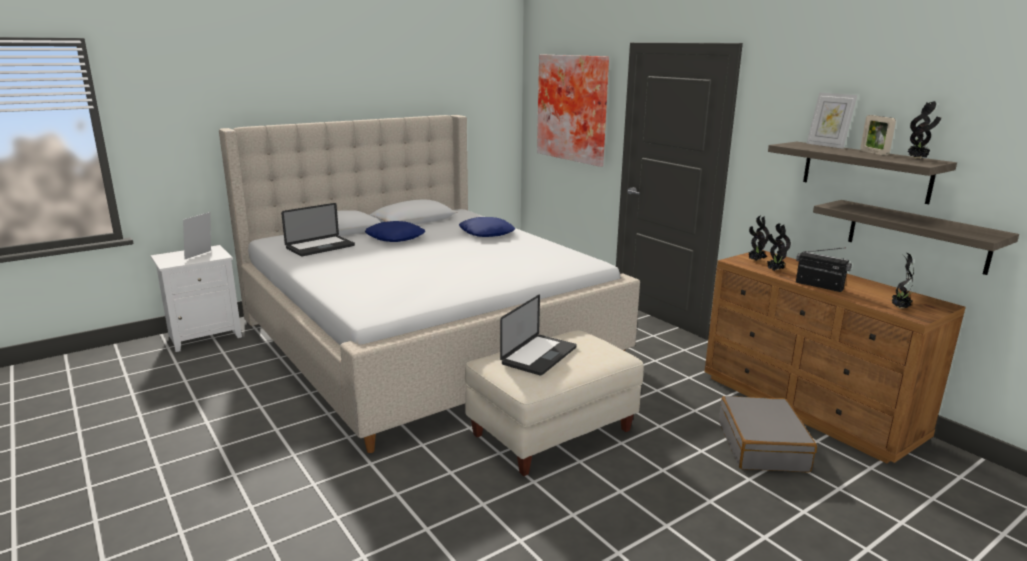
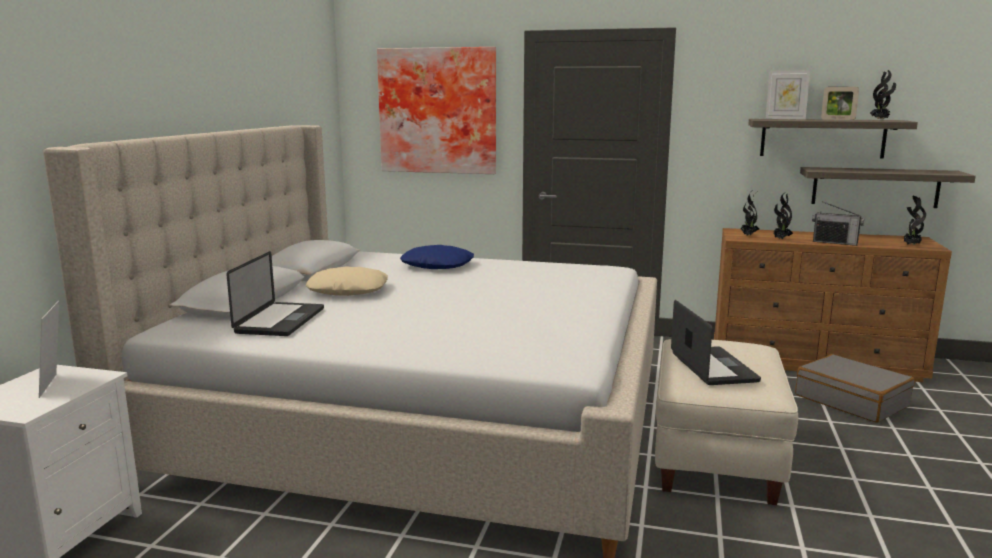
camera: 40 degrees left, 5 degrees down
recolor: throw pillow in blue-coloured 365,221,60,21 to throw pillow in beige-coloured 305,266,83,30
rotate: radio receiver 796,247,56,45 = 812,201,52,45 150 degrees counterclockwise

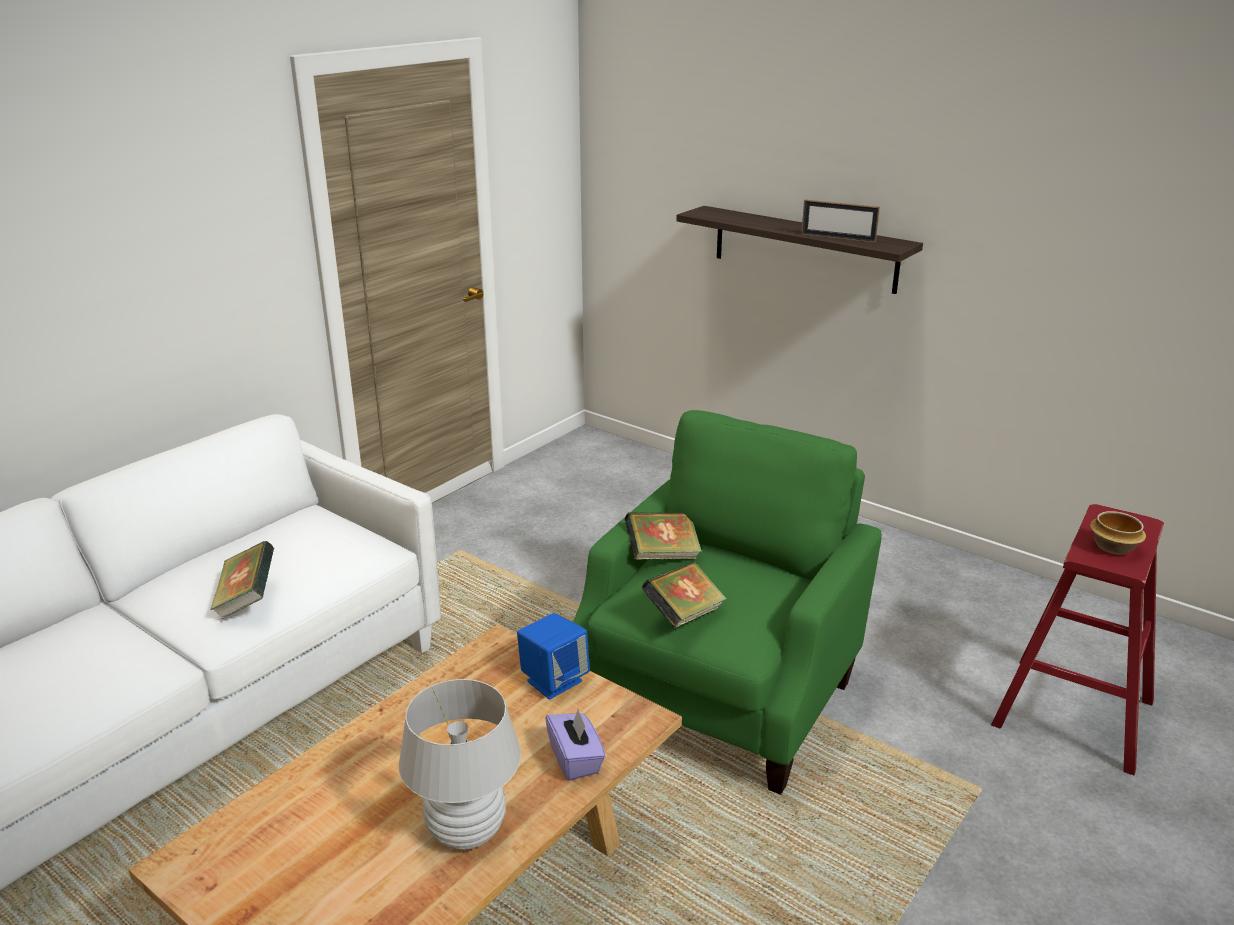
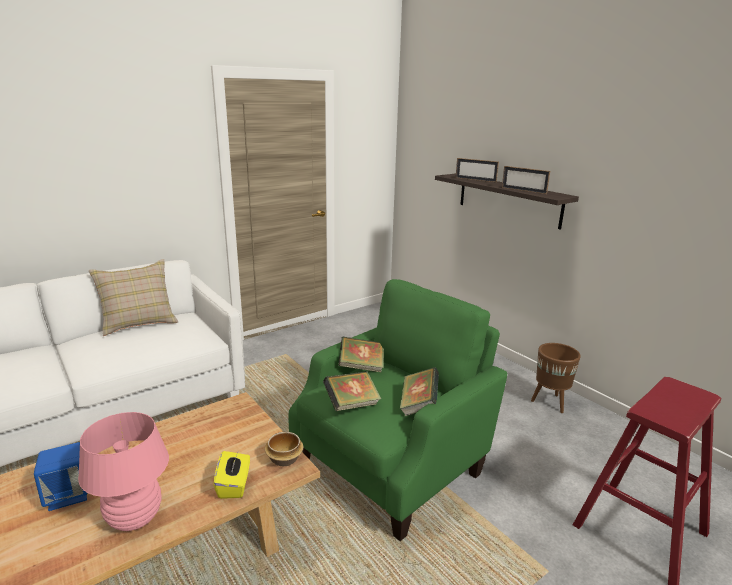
camera: 15 degrees right, 5 degrees down
insert: picture frame 456,158,43,24; throw pillow in beige-coloured 89,259,89,77; plant pot in brown 531,343,50,70
move: serving bowl 1090,511,56,44 to 265,432,38,34; volume 210,541,64,78 to 400,367,39,49; speaker in blue-coloured 517,613,73,86 to 34,442,54,69
recolor: lamp for a table in white 399,679,122,171 to lamp for a table in pink 78,412,91,119; box of tissues in purple 545,708,61,73 to box of tissues in yellow-coloured 214,451,36,48

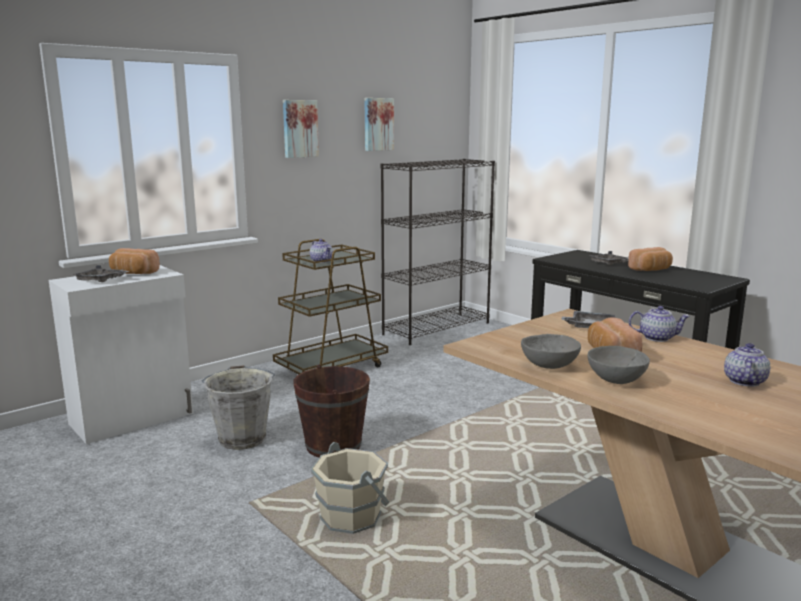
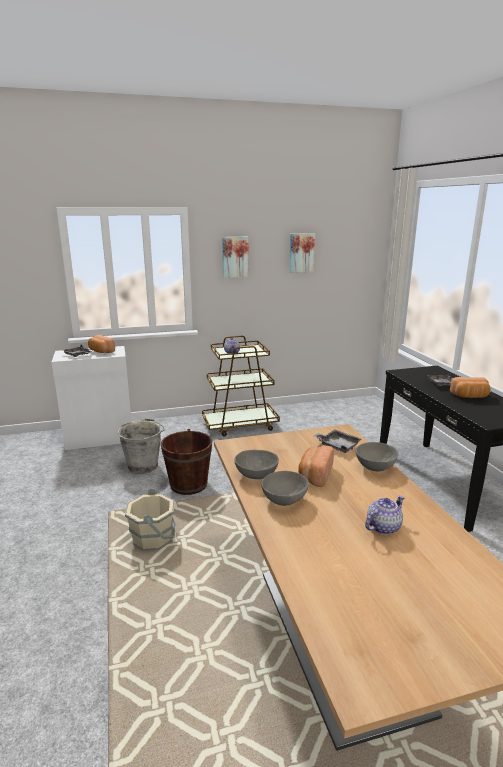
camera: 25 degrees right, 5 degrees up
delete: bookcase in black 381,159,114,186
replace: teapot 629,306,61,36 to serving bowl in greyish 356,442,42,30

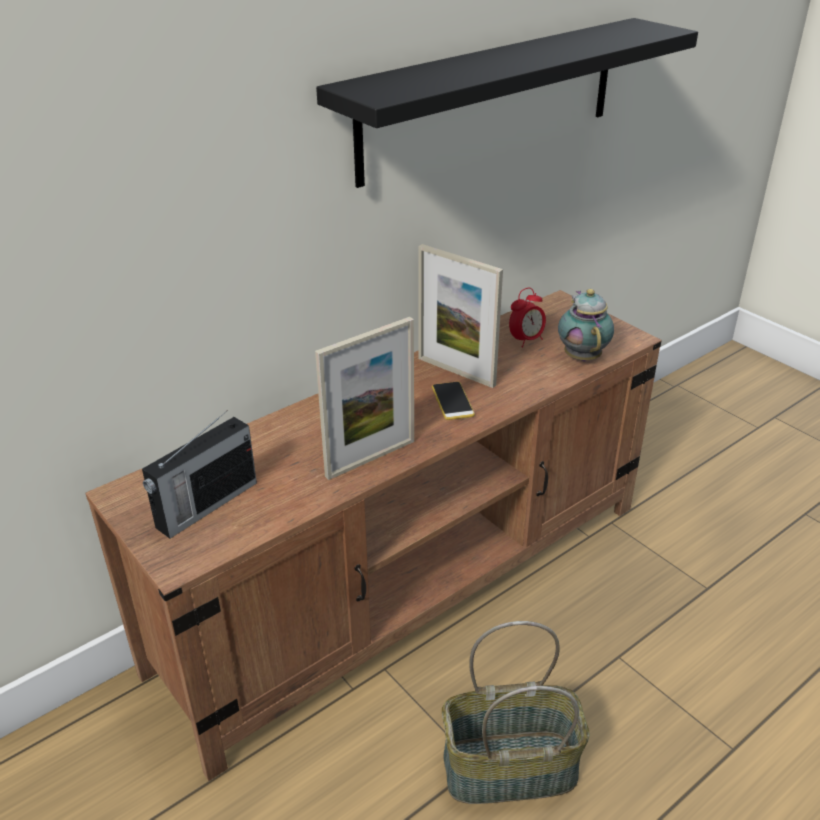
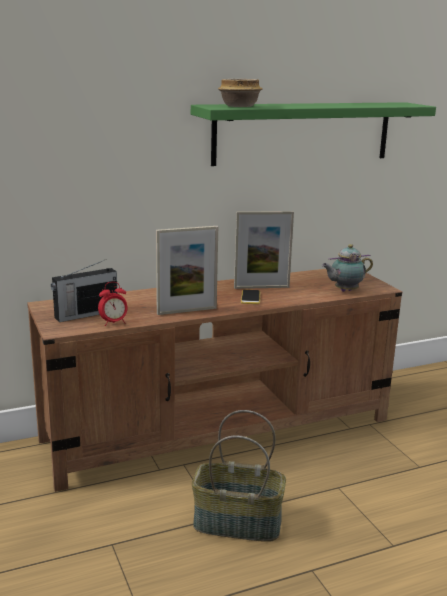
camera: 15 degrees right, 15 degrees down
insert: serving bowl 218,79,45,28
move: bedside clock 509,288,37,60 to 98,282,30,44
recolor: shelf in black 316,18,382,170 to shelf in green-coloured 191,102,245,64
rotate: picture frame 419,244,84,144 = 234,211,60,78 60 degrees counterclockwise; teapot 558,289,56,73 = 322,244,51,48 120 degrees counterclockwise

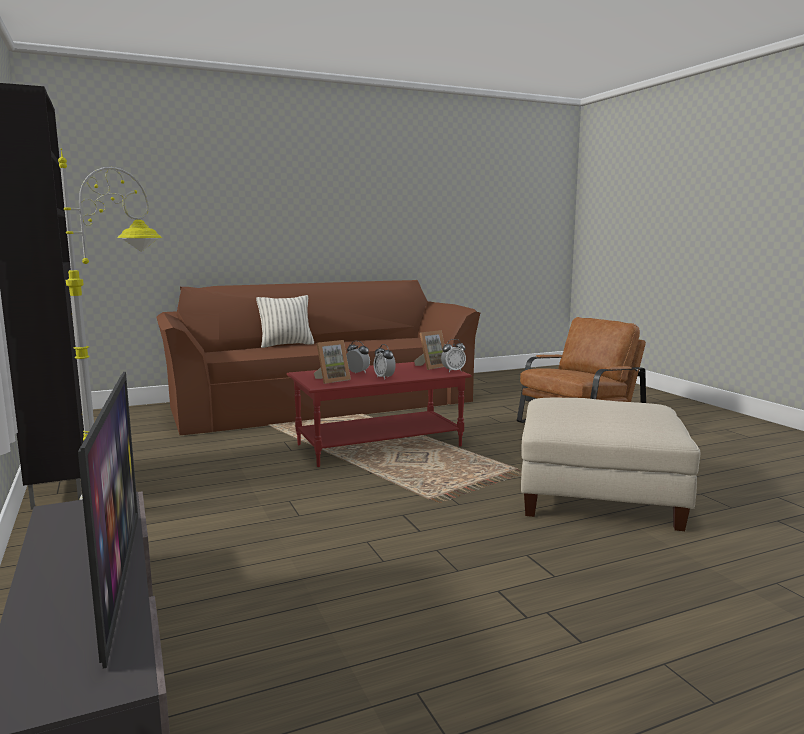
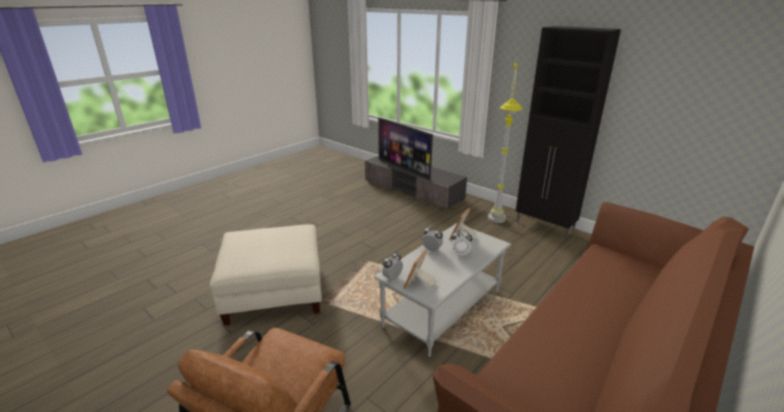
camera: 155 degrees right, 15 degrees up
delete: throw pillow 256,295,58,53
recolor: low table in reddish 287,362,184,105 to low table in greyish 374,223,137,134

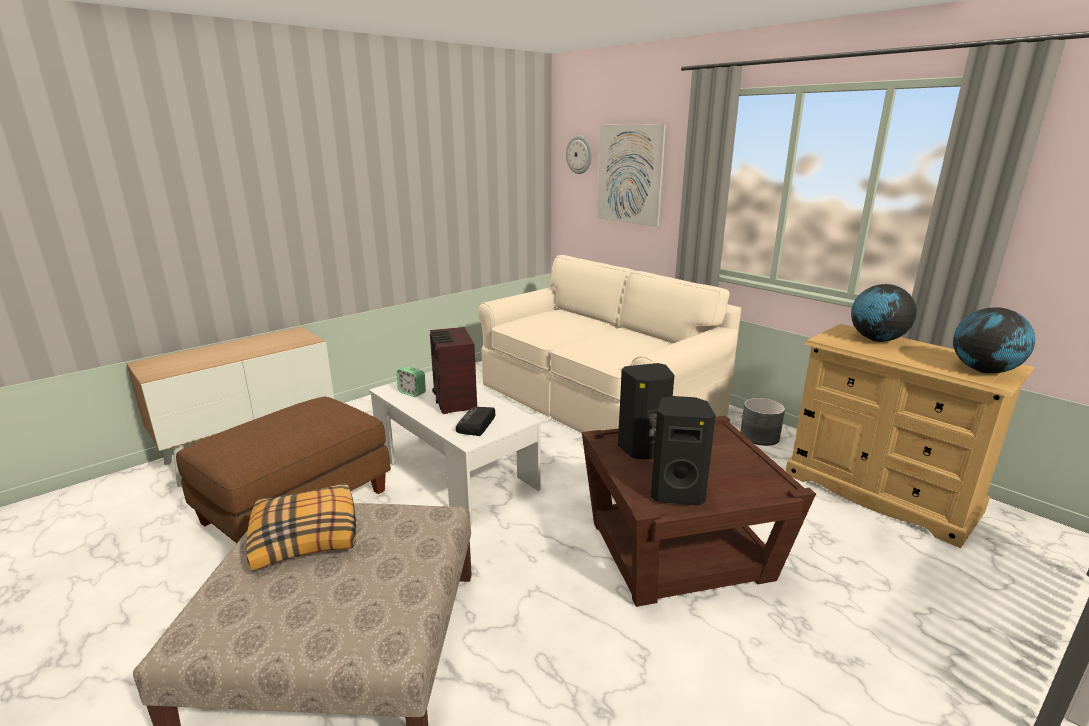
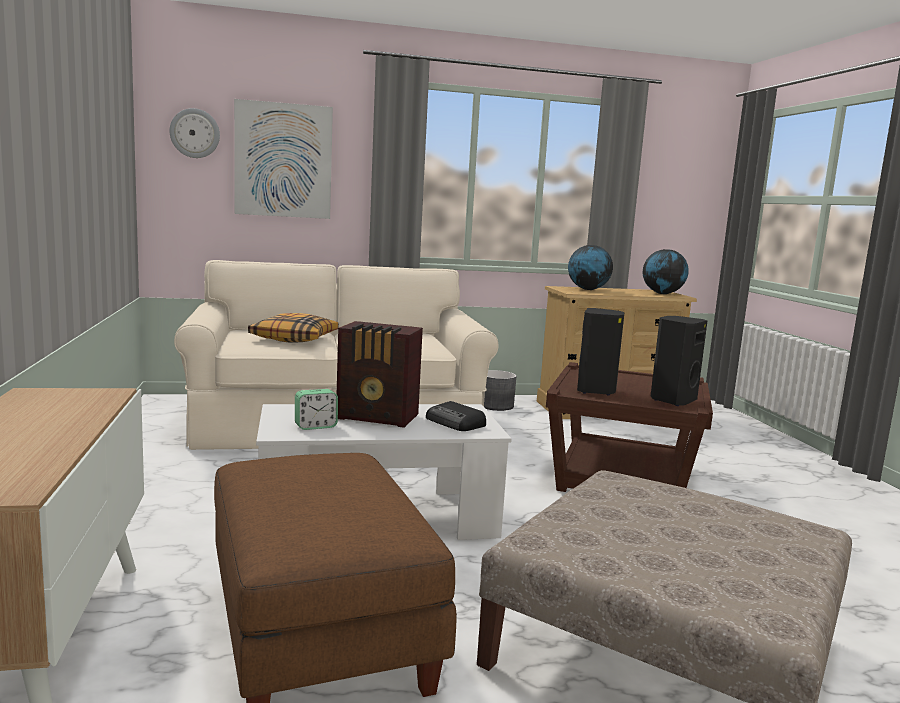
camera: 60 degrees left, 10 degrees down
move: throw pillow 246,483,110,88 to 248,313,91,30

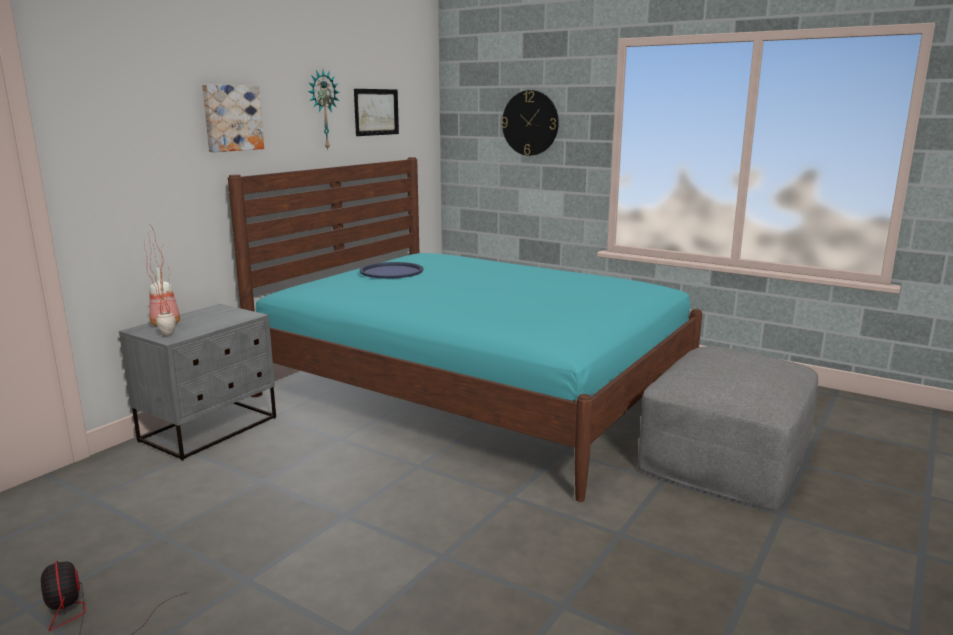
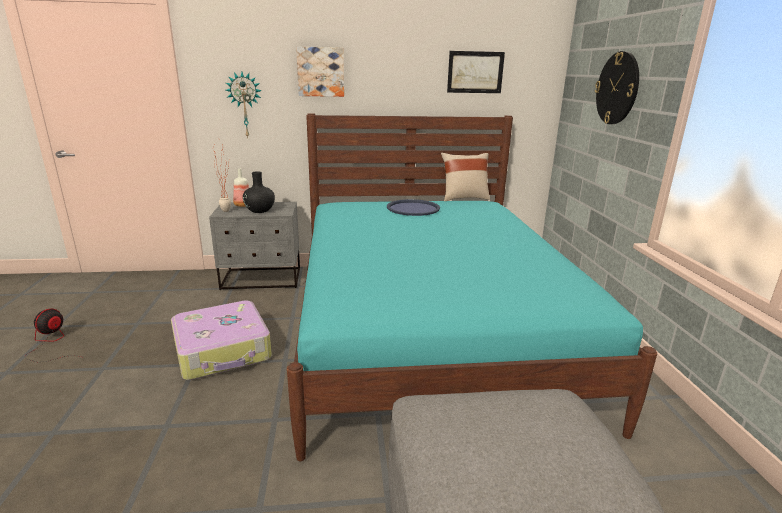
camera: 50 degrees right, 5 degrees up
insert: throw pillow in beige-coloured 441,153,49,48; flower vase in black 243,171,32,42; travel case 171,300,101,80
move: clock on the wall 308,70,31,81 to 226,72,36,66

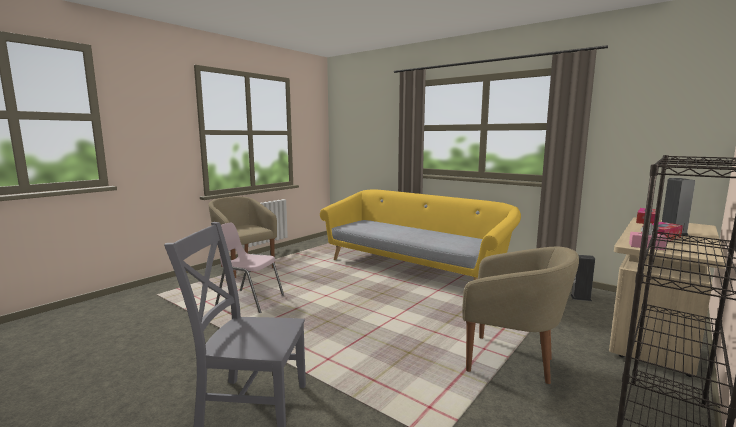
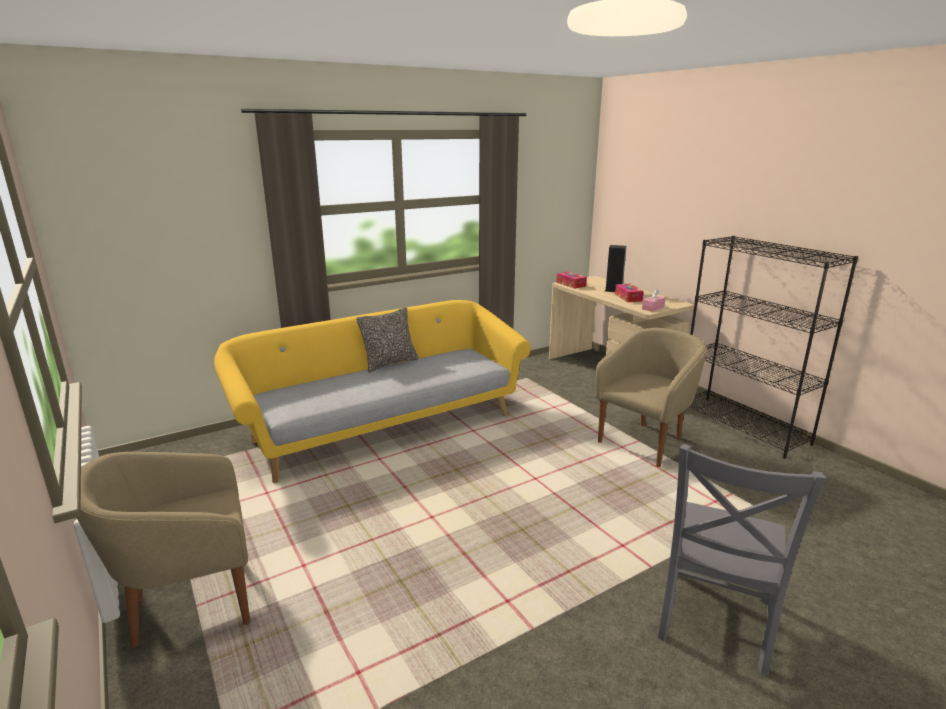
camera: 70 degrees left, 10 degrees up
delete: chair in pink 215,223,69,90; speaker 571,255,24,46
insert: throw pillow 356,307,62,65

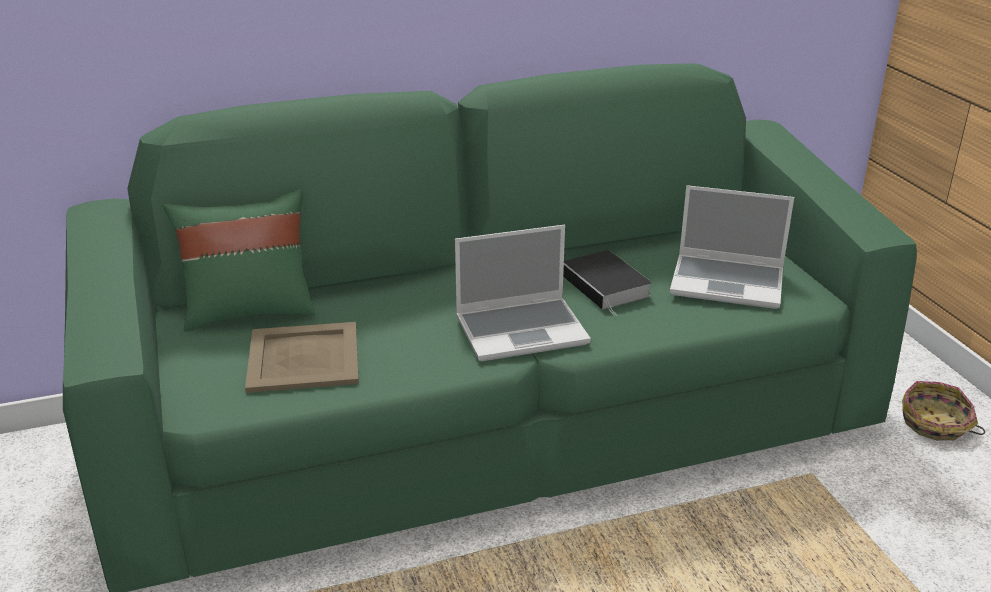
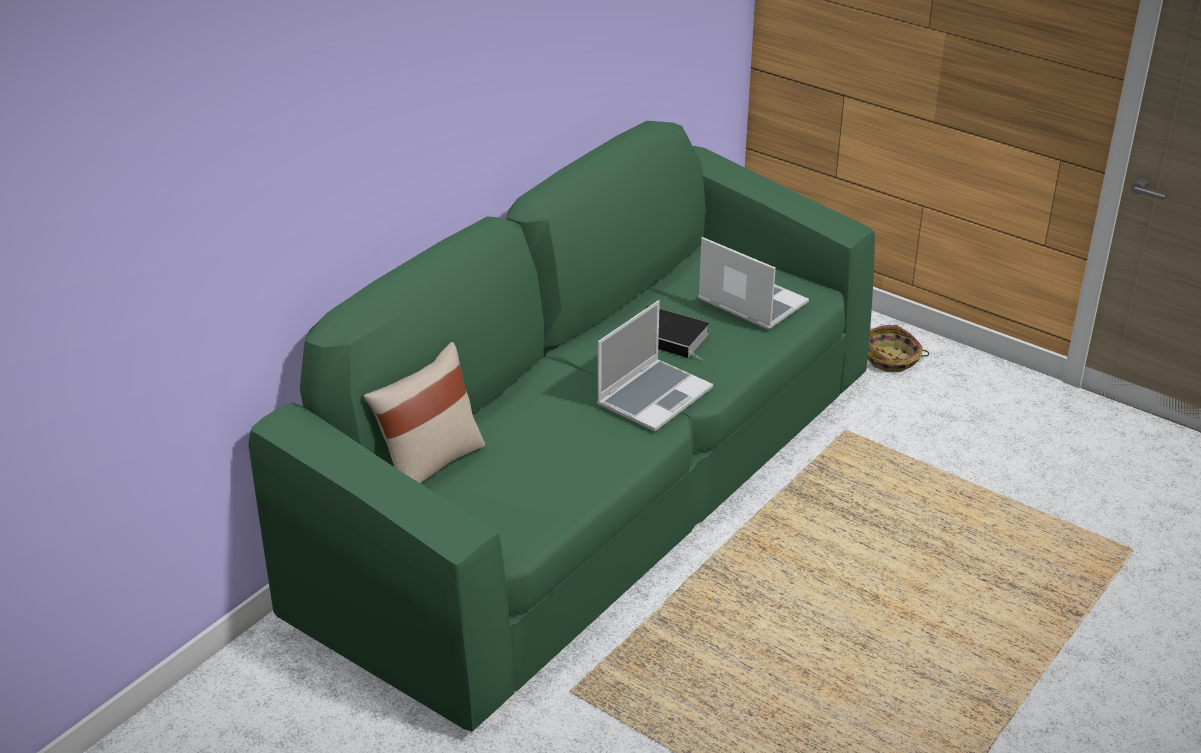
camera: 35 degrees left, 5 degrees up
delete: serving tray in beige-coloured 245,322,114,71
recolor: throw pillow in green-coloured 163,189,152,143 to throw pillow in beige-coloured 364,342,121,142
rotate: portable computer 670,185,124,124 = 698,237,111,93 120 degrees counterclockwise

